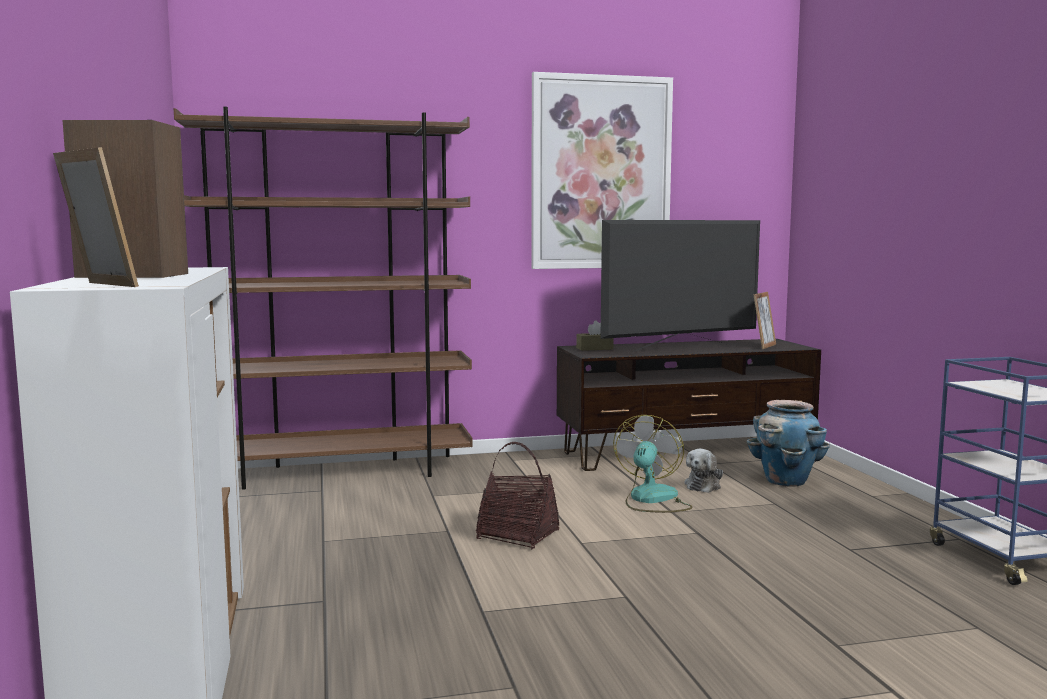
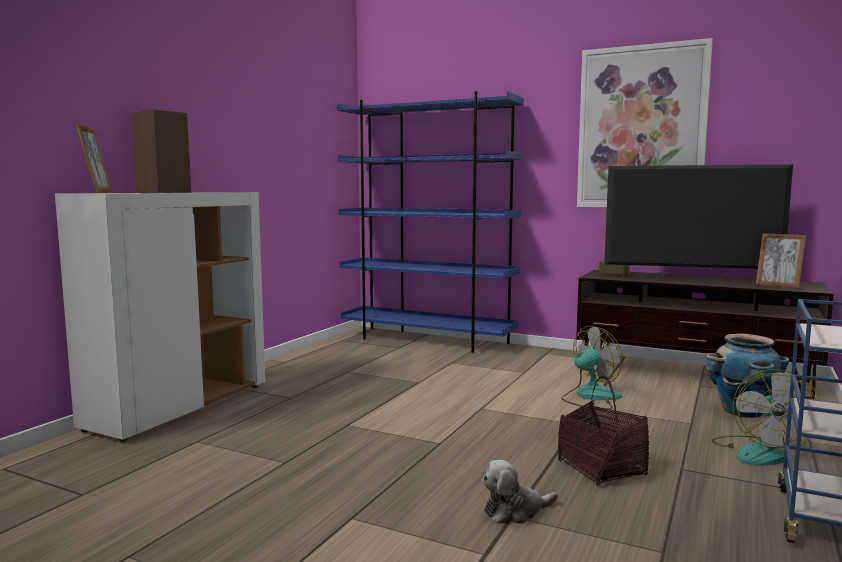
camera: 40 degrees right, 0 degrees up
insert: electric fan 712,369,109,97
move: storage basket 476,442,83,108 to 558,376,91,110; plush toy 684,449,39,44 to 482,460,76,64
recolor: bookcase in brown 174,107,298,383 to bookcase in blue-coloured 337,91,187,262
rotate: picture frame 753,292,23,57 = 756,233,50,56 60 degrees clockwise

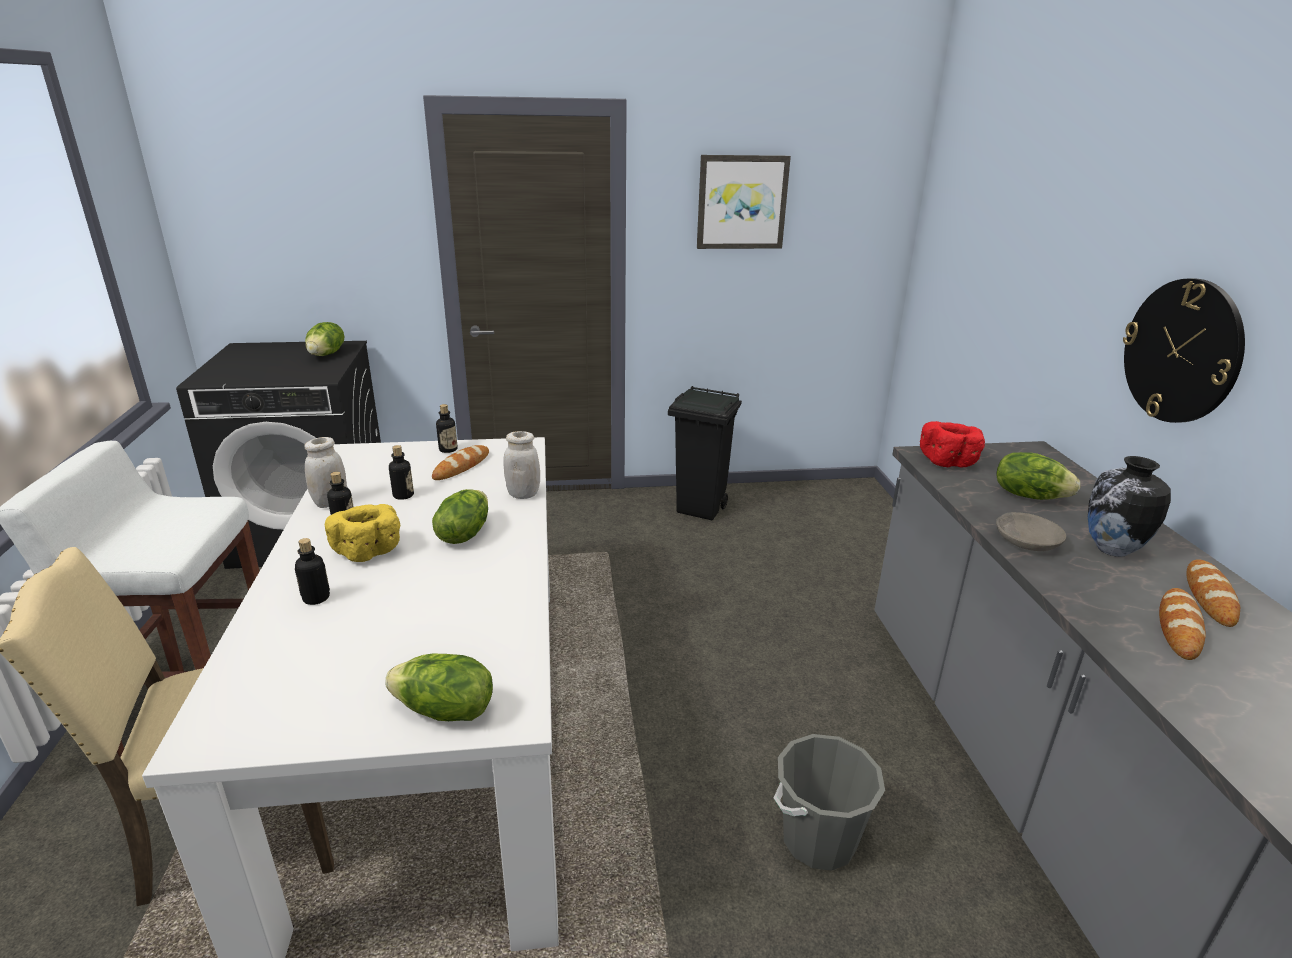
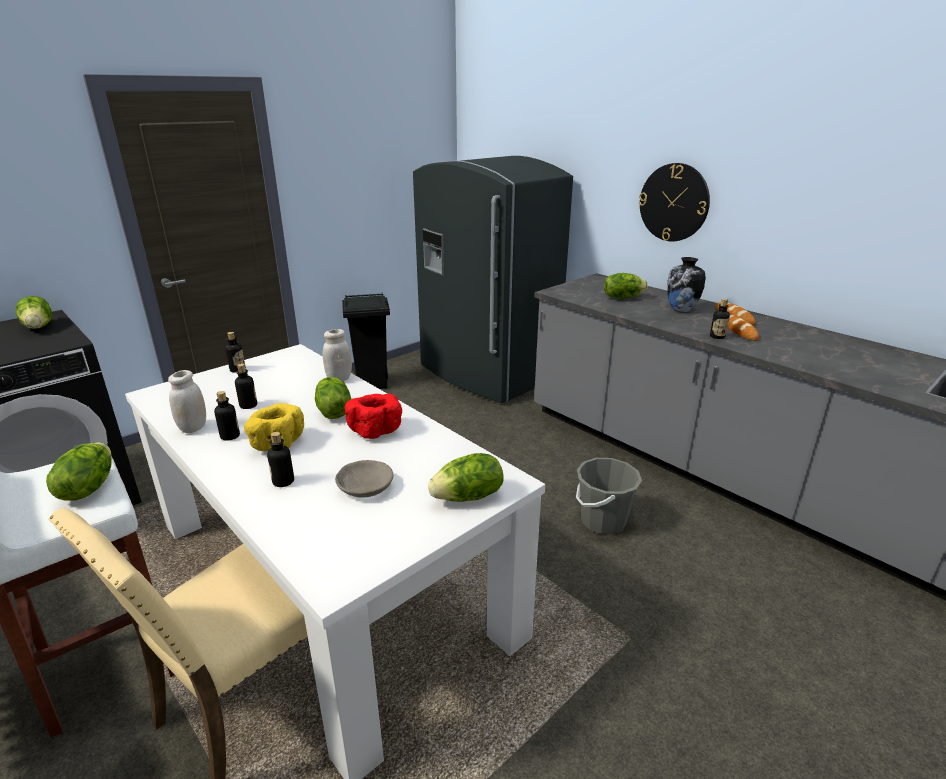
camera: 35 degrees left, 0 degrees up
delete: wall picture 697,155,94,94; bakery bread 432,445,57,35
insert: kitchen fridge in greyish 413,156,160,247; beverage bottle 710,299,20,40; lettuce head 46,442,66,59
move: serving bowl in reddish 920,421,65,46 to 345,394,57,45; serving bowl in greyish 996,512,70,39 to 335,460,58,38

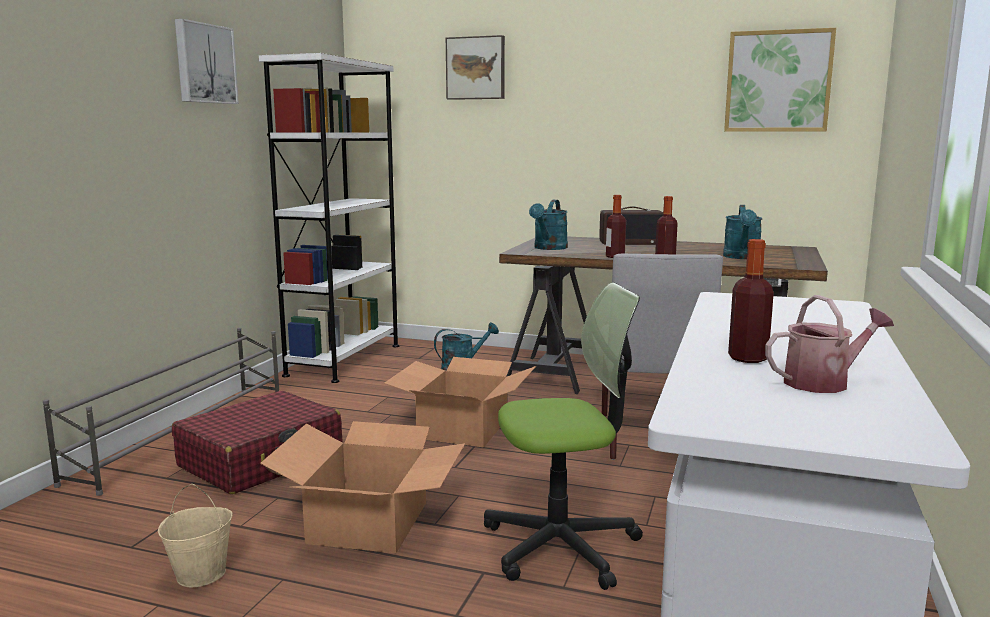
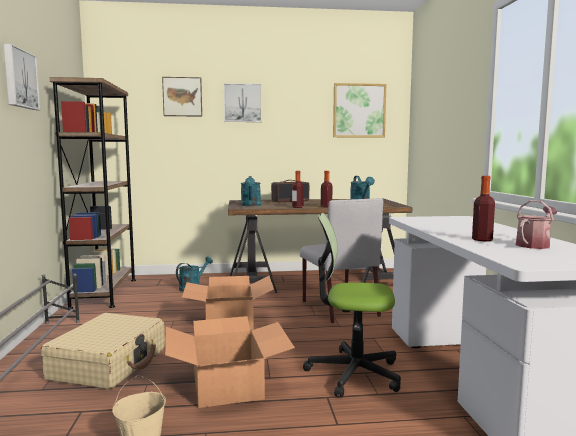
camera: 25 degrees left, 5 degrees down
insert: wall picture 224,83,38,39
recolor: bookcase in white 259,53,140,330 to bookcase in brown 50,77,86,232; travel case in reddish 172,391,171,103 to travel case in beige-coloured 41,313,124,76
rotate: desk chair 484,283,159,307 = 303,213,98,184 135 degrees counterclockwise

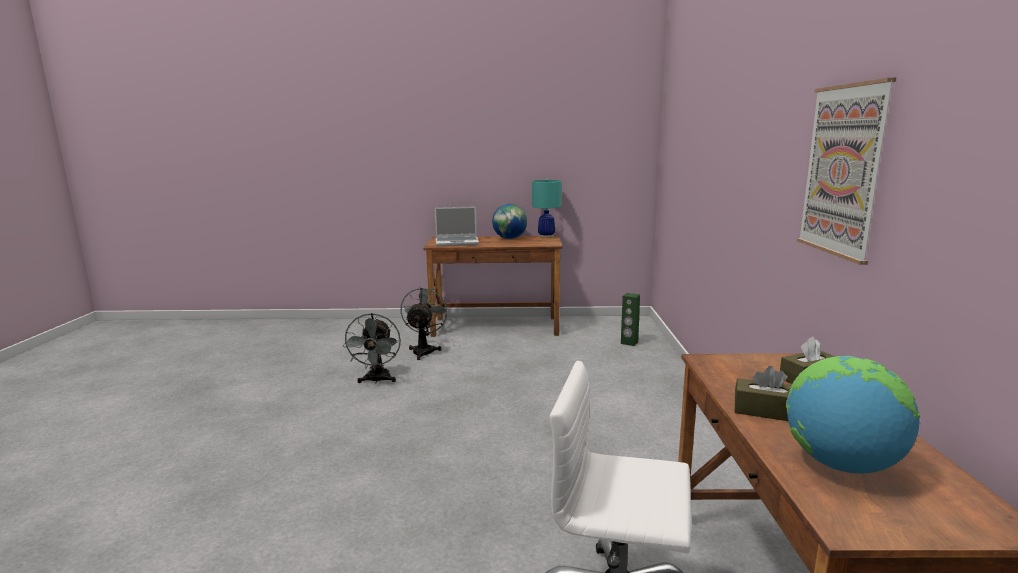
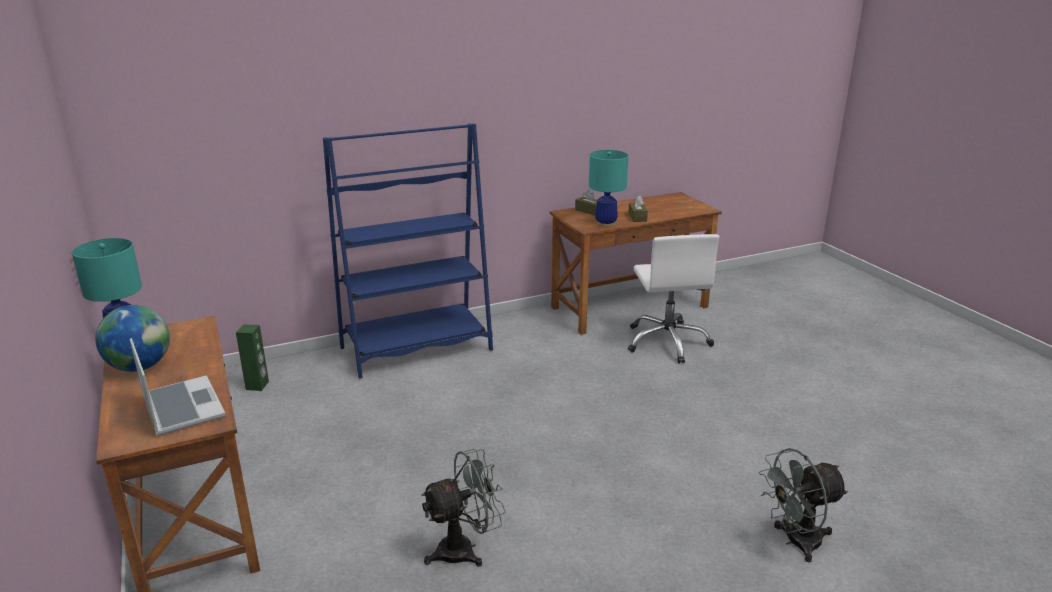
camera: 115 degrees left, 10 degrees up
delete: wall picture 797,78,99,187; desk globe 786,356,134,118
insert: bookcase in blue-coloured 323,123,170,255; lamp for a table in turquoise-coloured 589,150,40,78
move: electric fan in greyish 401,286,48,74 to 759,448,89,115

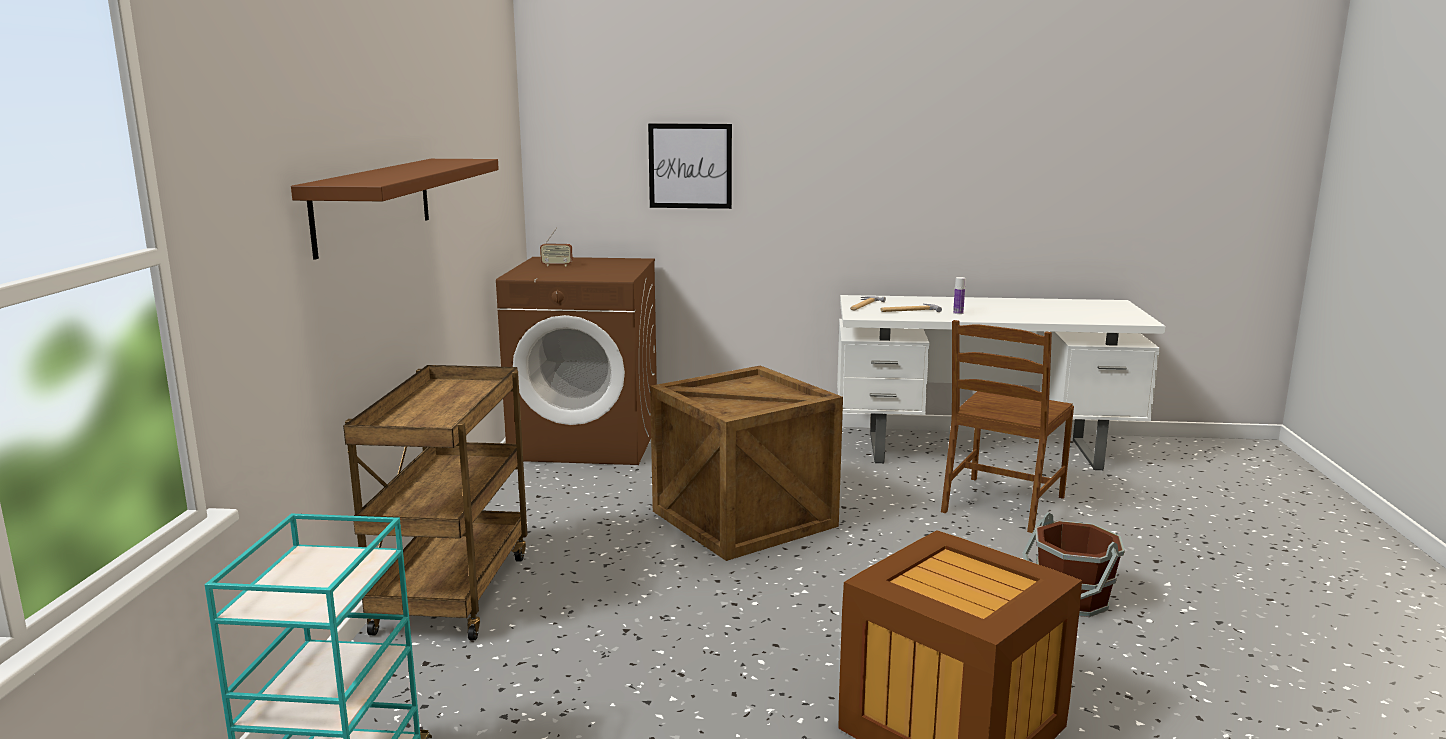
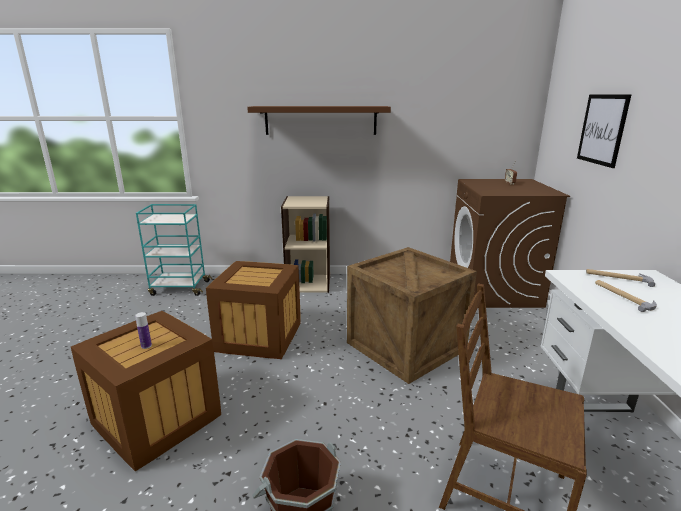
camera: 85 degrees right, 5 degrees up
insert: crate 206,261,95,98
move: beverage bottle 953,277,12,37 to 135,312,17,37
replace: wheeled cart in brown 343,365,184,275 to bookcase in beige-coloured 281,196,49,97

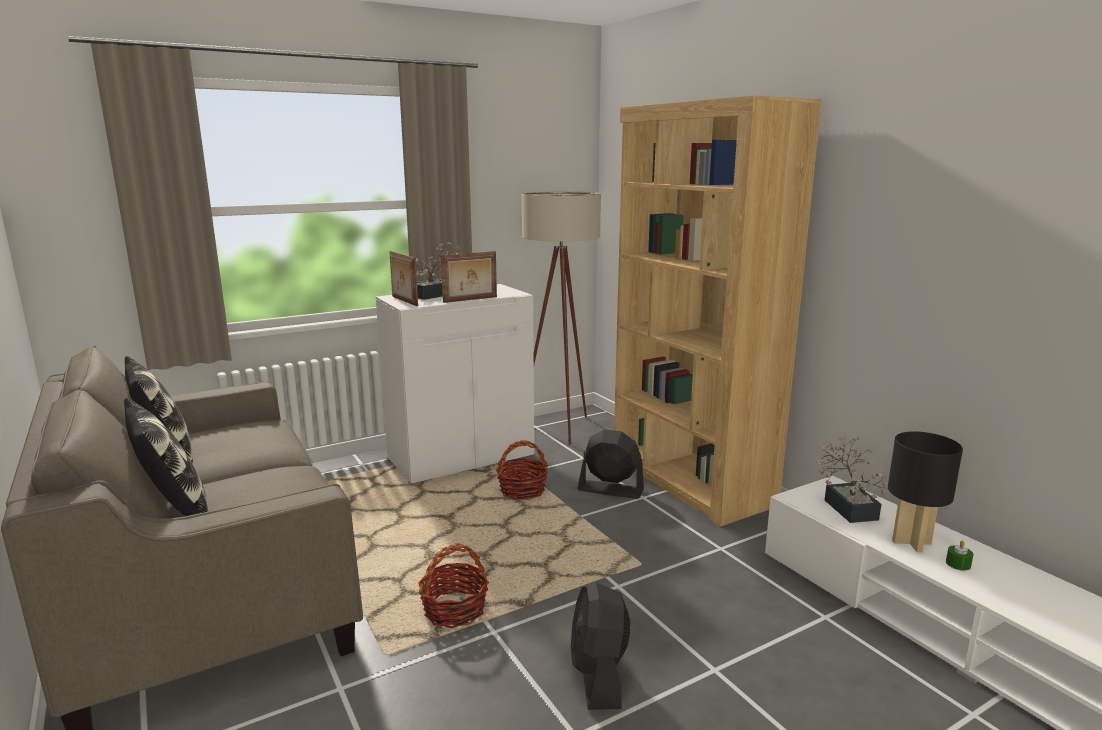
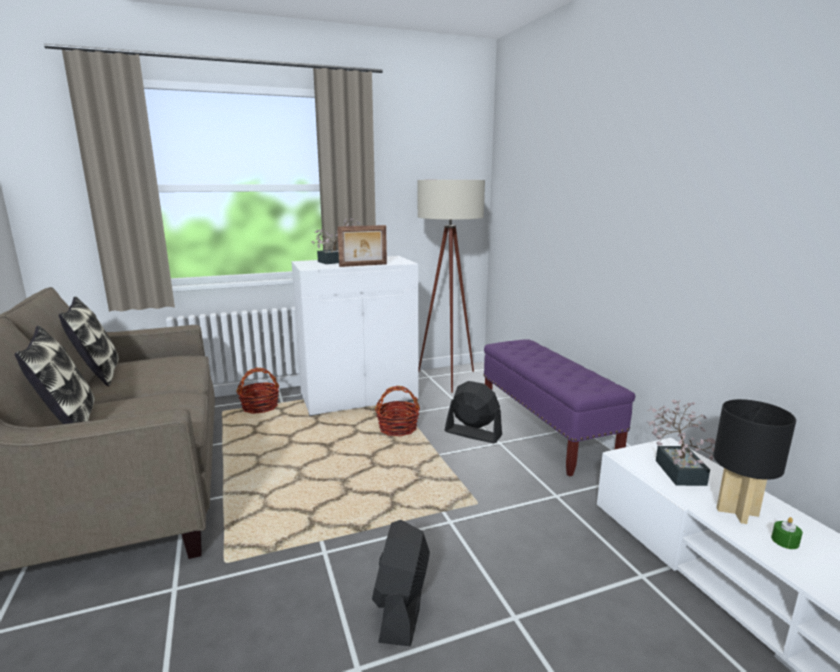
camera: 10 degrees right, 0 degrees up
delete: picture frame 390,251,28,55
move: storage basket 418,543,71,85 to 236,368,43,46
replace: bookcase in brown 614,95,208,432 to bench in purple 483,340,152,137

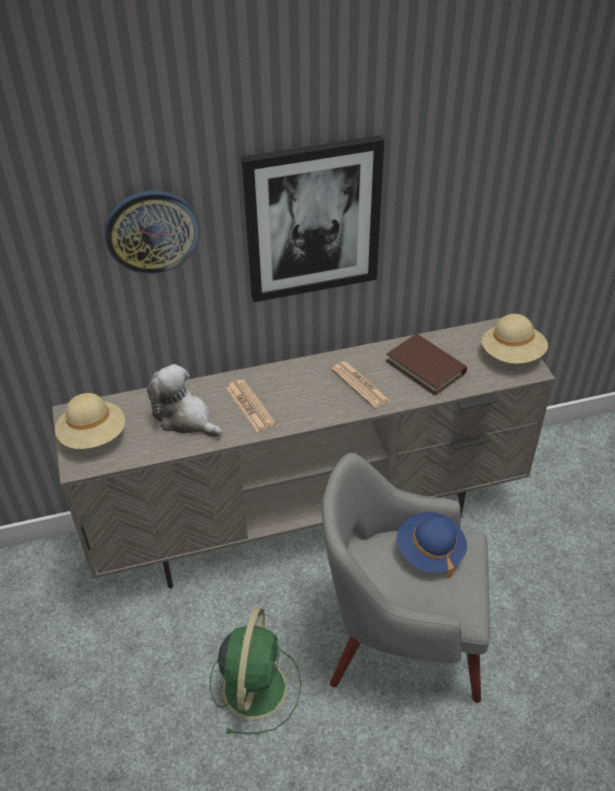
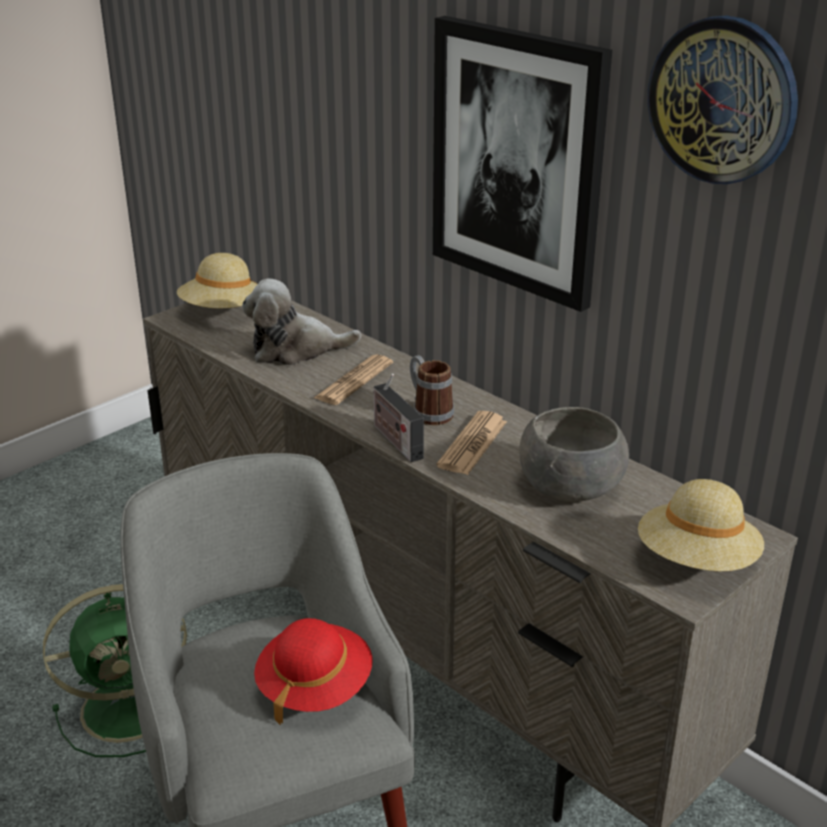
camera: 60 degrees right, 15 degrees down
insert: tea mug 410,355,44,70; radio receiver 373,374,51,88
move: clock on the wall 104,190,96,84 to 648,16,150,168
replace: volume in brown 386,334,81,62 to serving bowl in greyish 519,407,110,95
recolor: clothing hat in blue-coloured 397,512,70,66 to clothing hat in reddish 254,618,119,107
rotate: plush toy 147,364,75,73 = 242,278,119,87 105 degrees counterclockwise

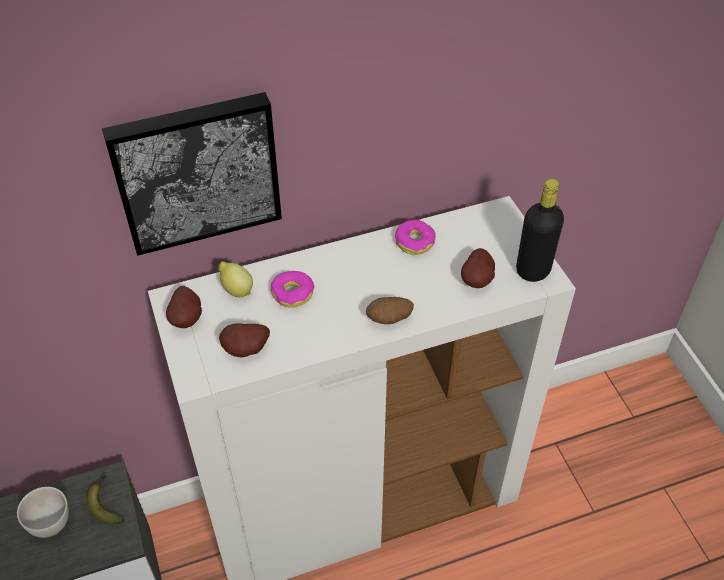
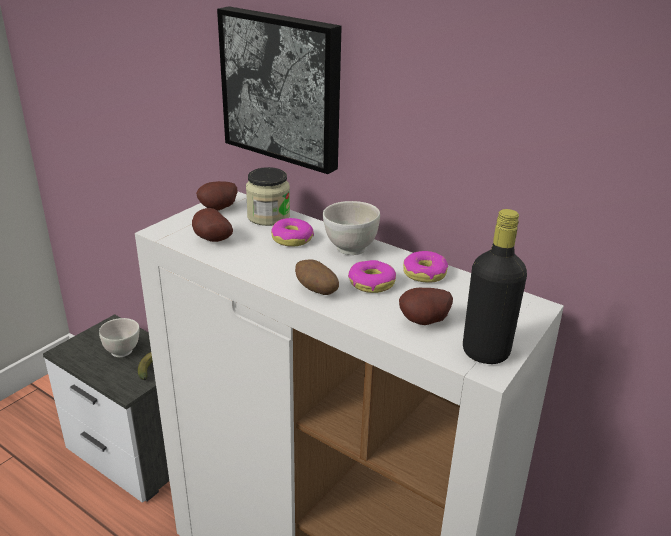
camera: 55 degrees right, 20 degrees down
insert: serving bowl in white 323,201,57,54; doughnut 348,260,48,33
replace: whole lemon 218,261,35,36 to jar 246,167,44,59

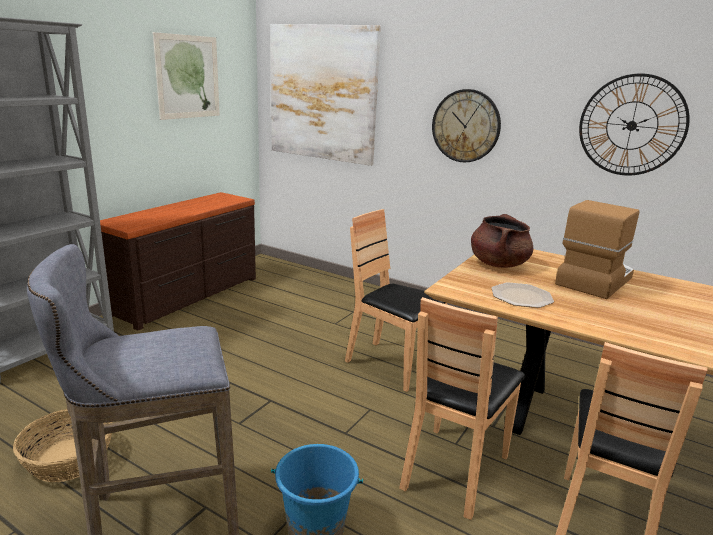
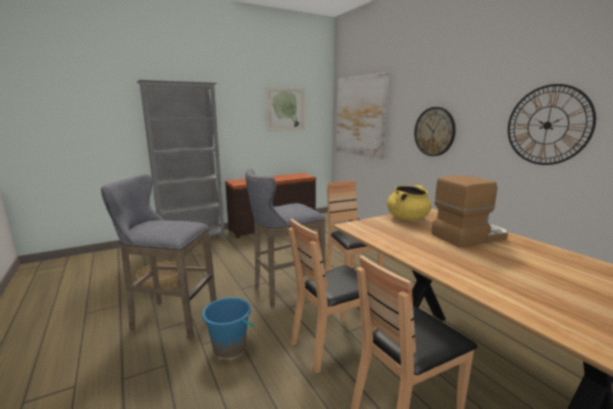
camera: 30 degrees right, 5 degrees down
delete: dinner plate 492,282,62,26
insert: stool seat in greyish 246,168,79,139
recolor: stockpot in brown 471,214,62,54 to stockpot in yellow-coloured 387,185,44,36

